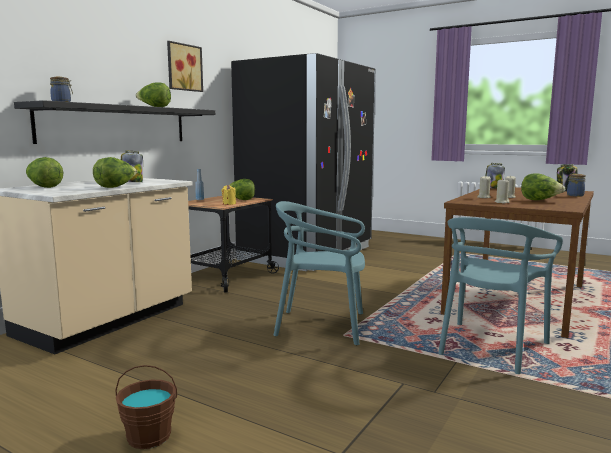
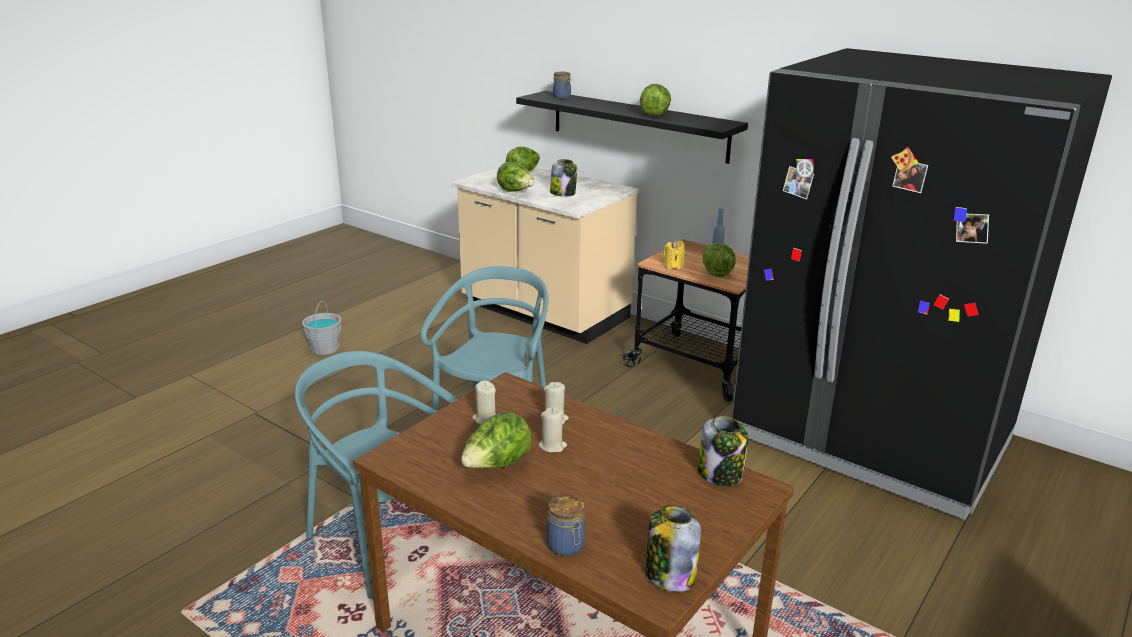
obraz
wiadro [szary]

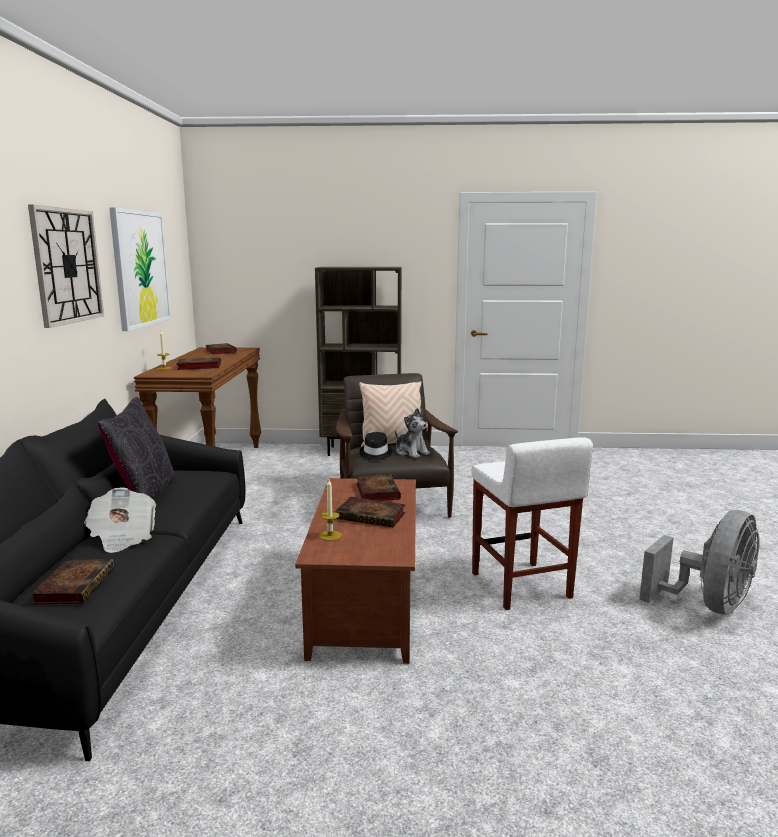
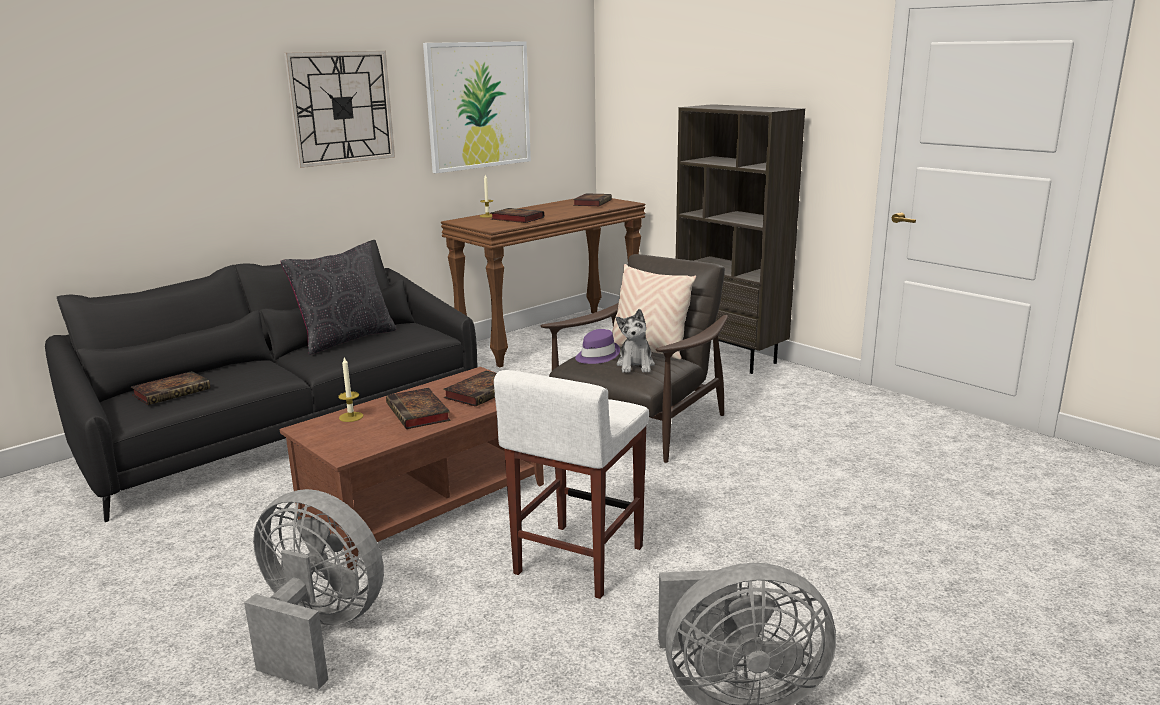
kapelusz [fioletowy]
gazeta
wentylator [szary] (no. 1 from left)

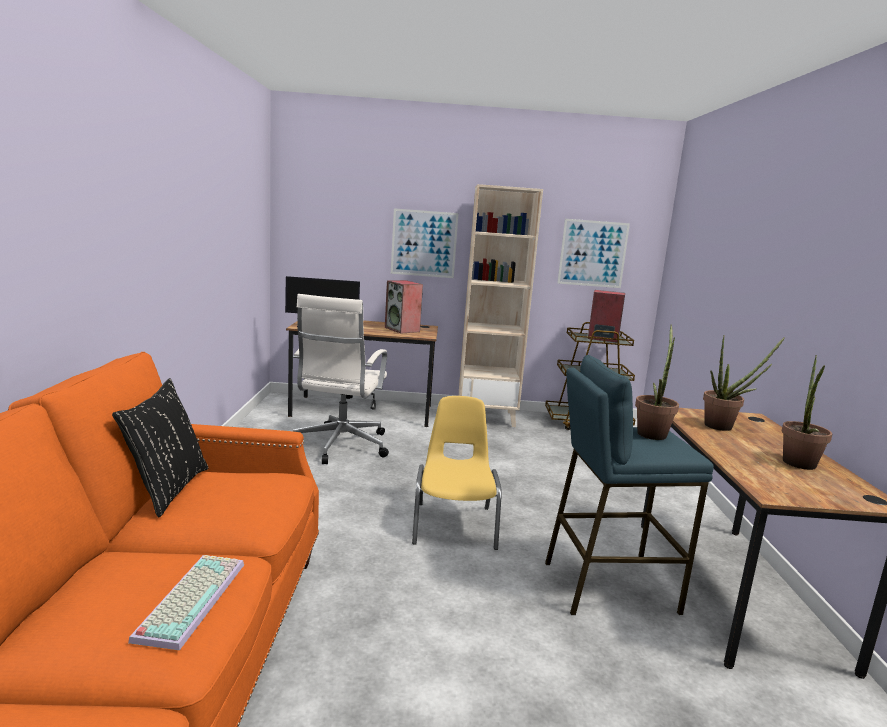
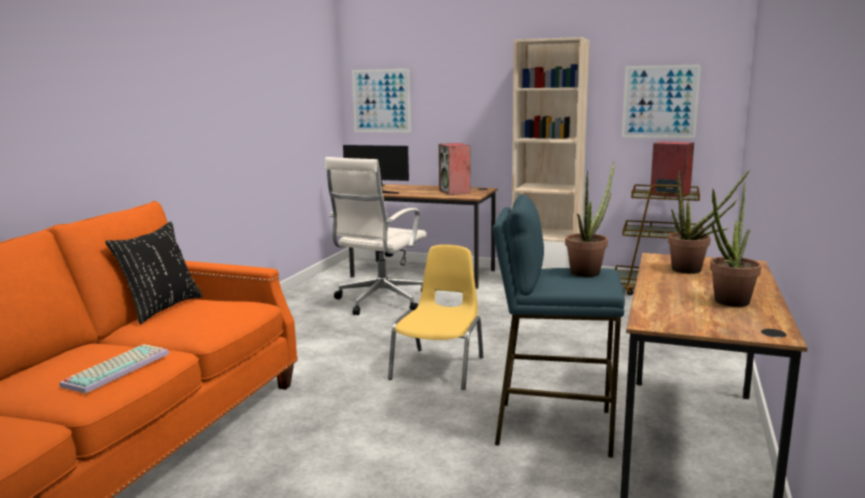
obraz (no. 1 from left)

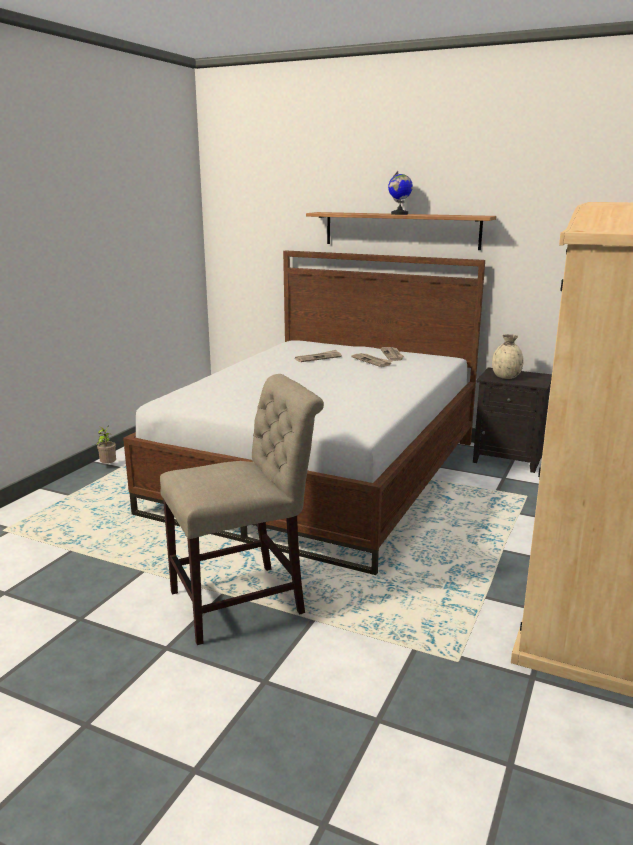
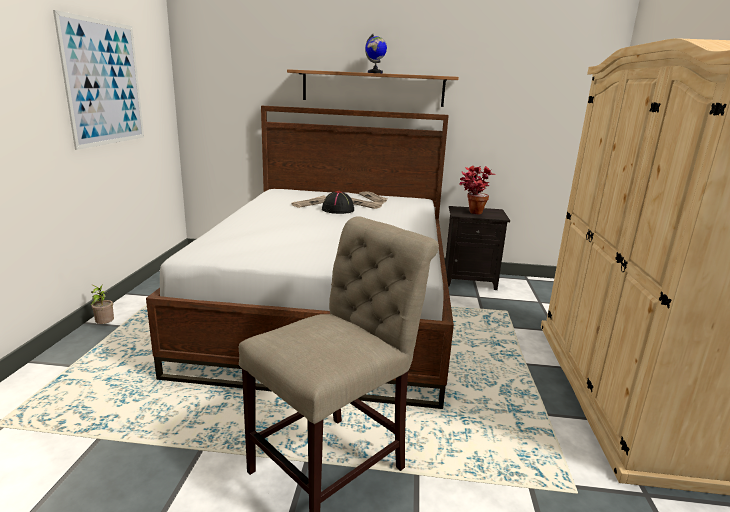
roślina doniczkowa (no. 2 from left)
obraz
kapelusz [czarny]

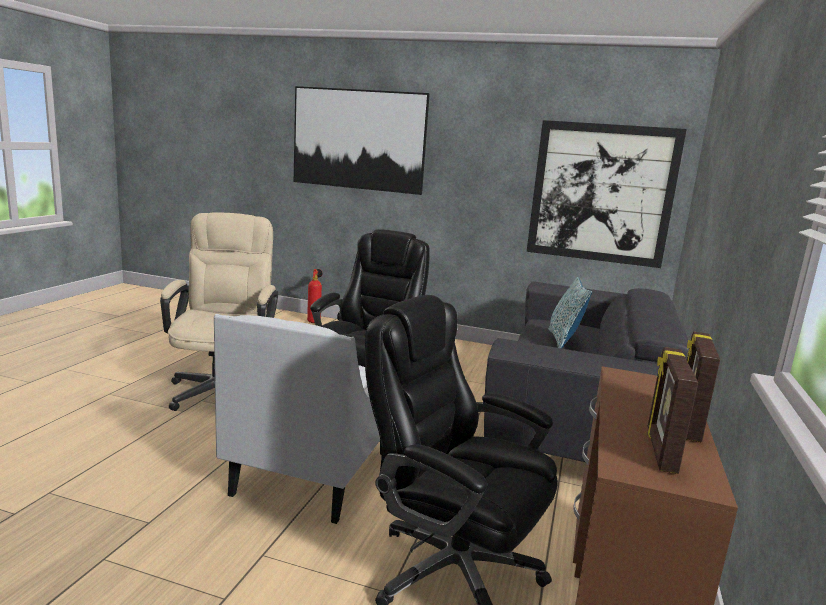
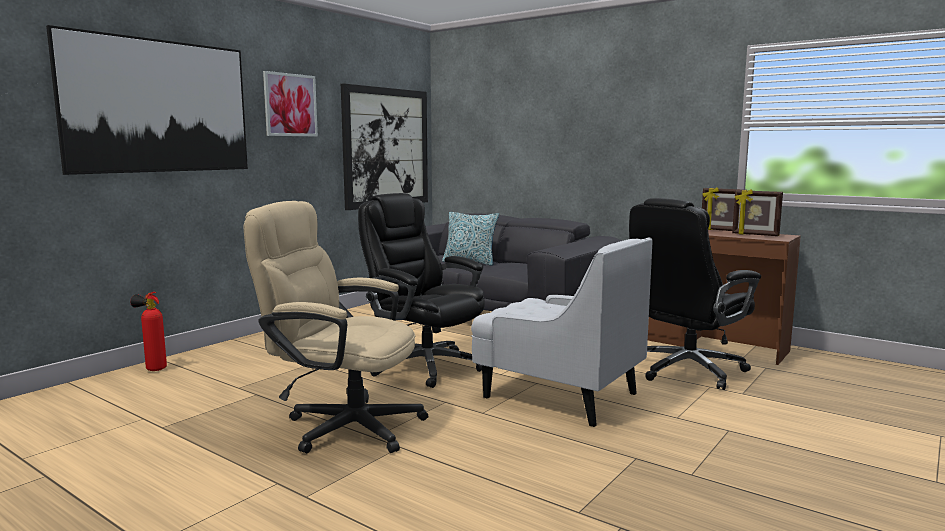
obraz (no. 2 from left)

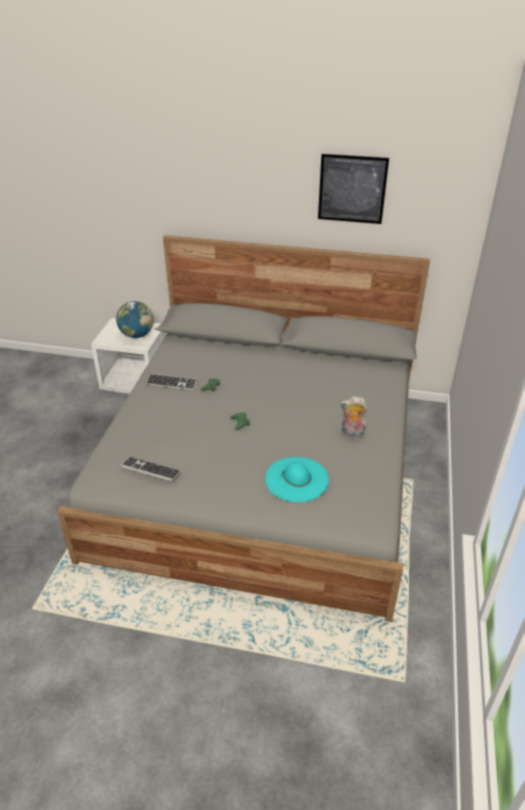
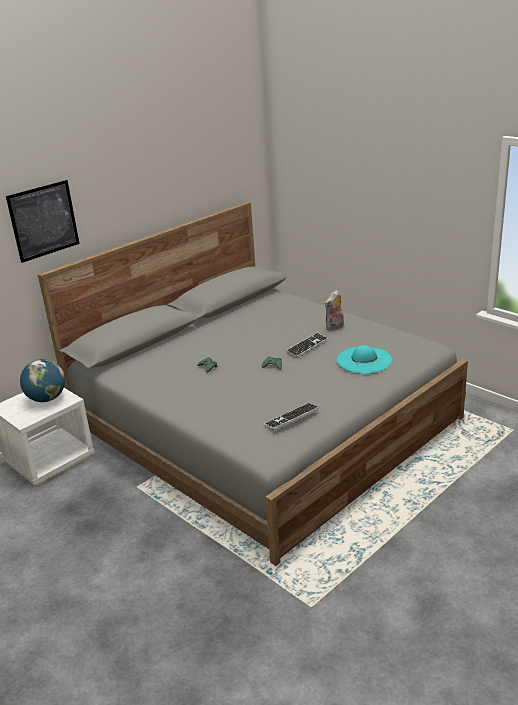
obraz
klawiatura (no. 2 from left)

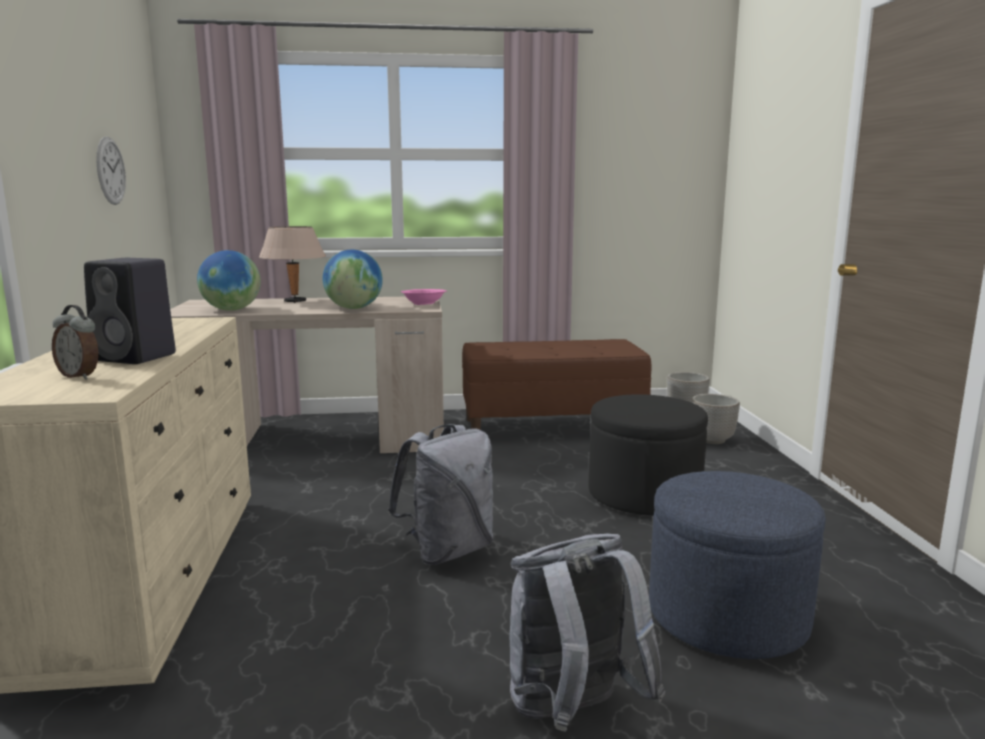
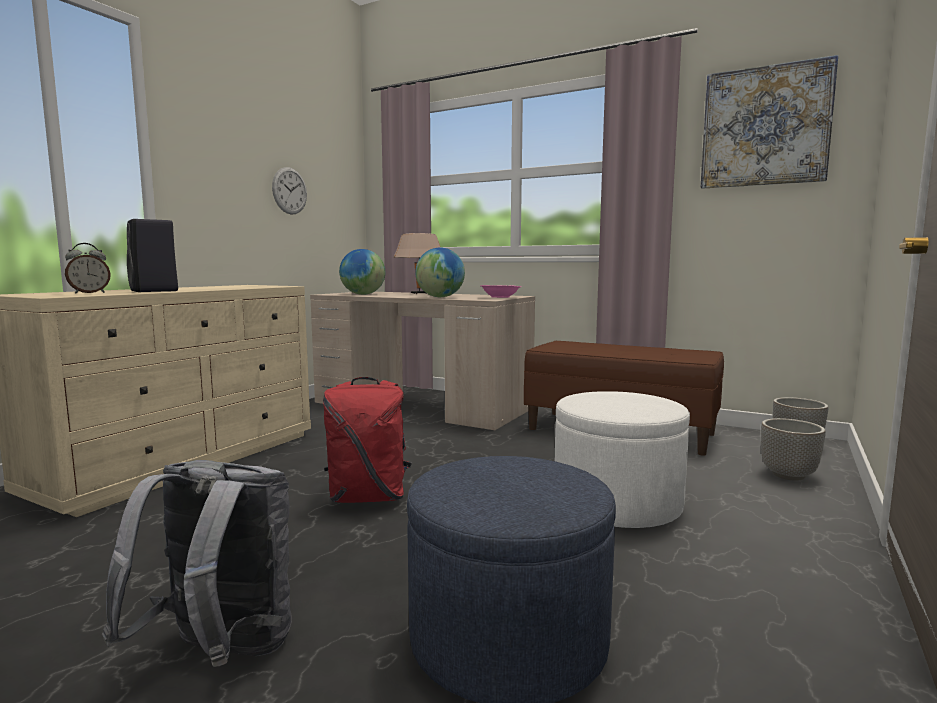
budzik
pufa [biały]
plecak [czerwony]
obraz

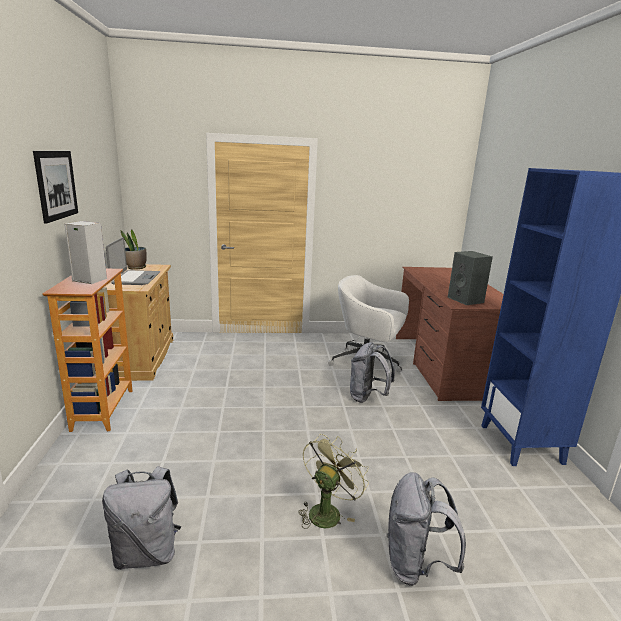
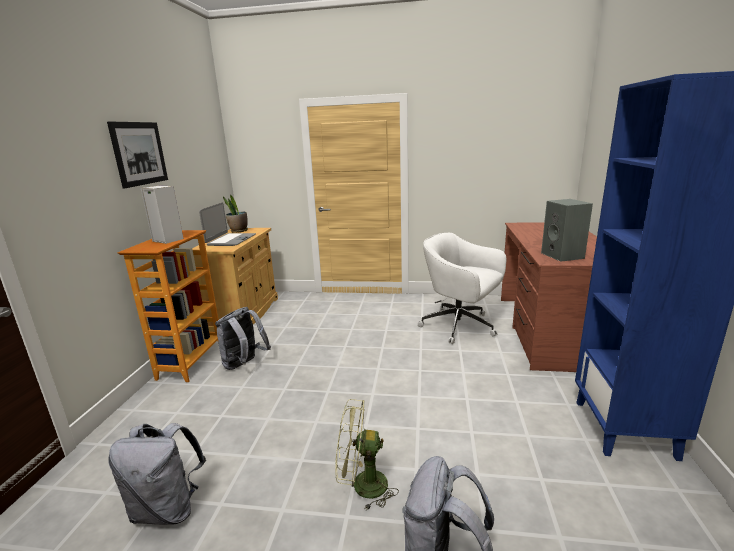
plecak [szary] (no. 2 from left)
wentylator [zielony]

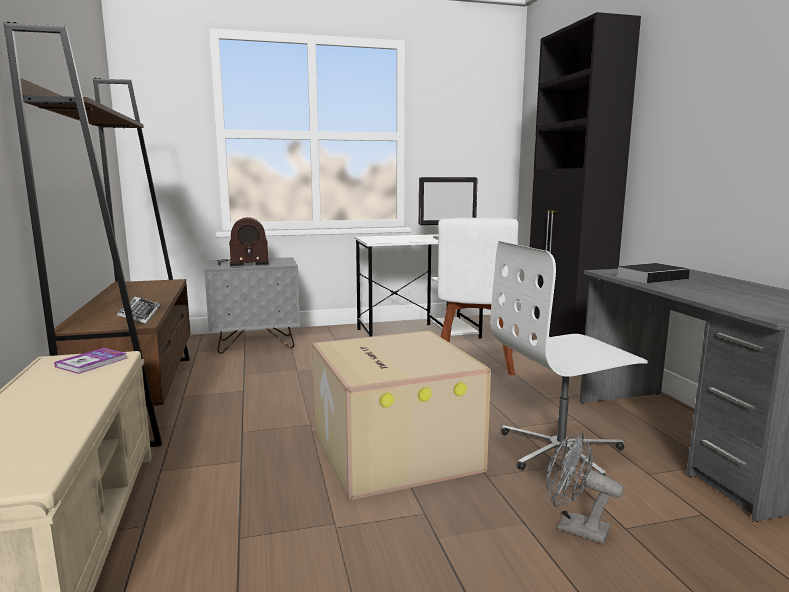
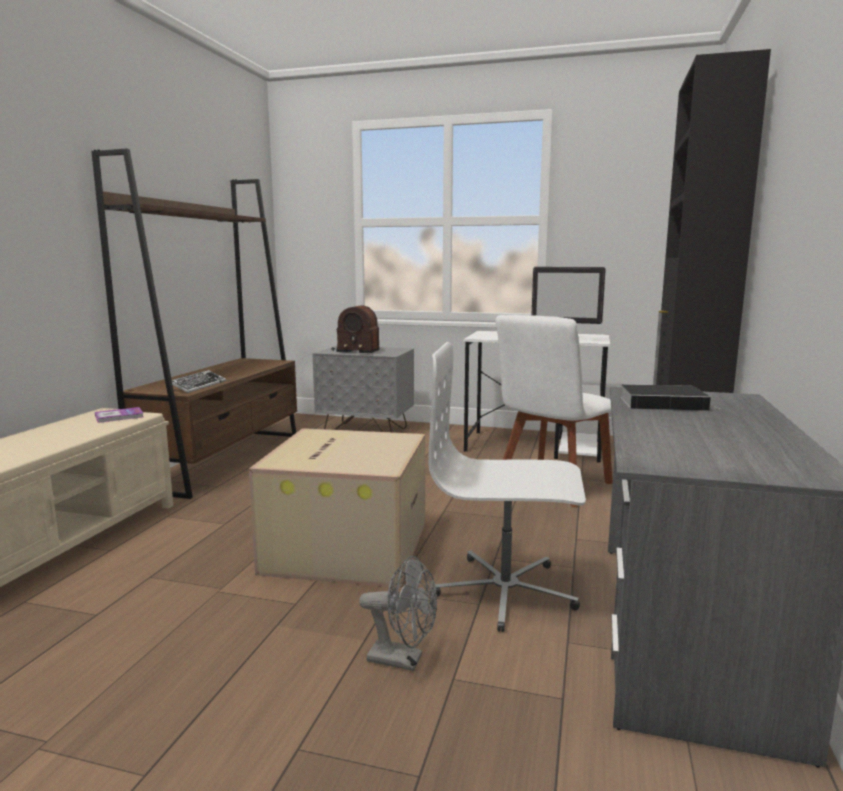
wentylator [szary]

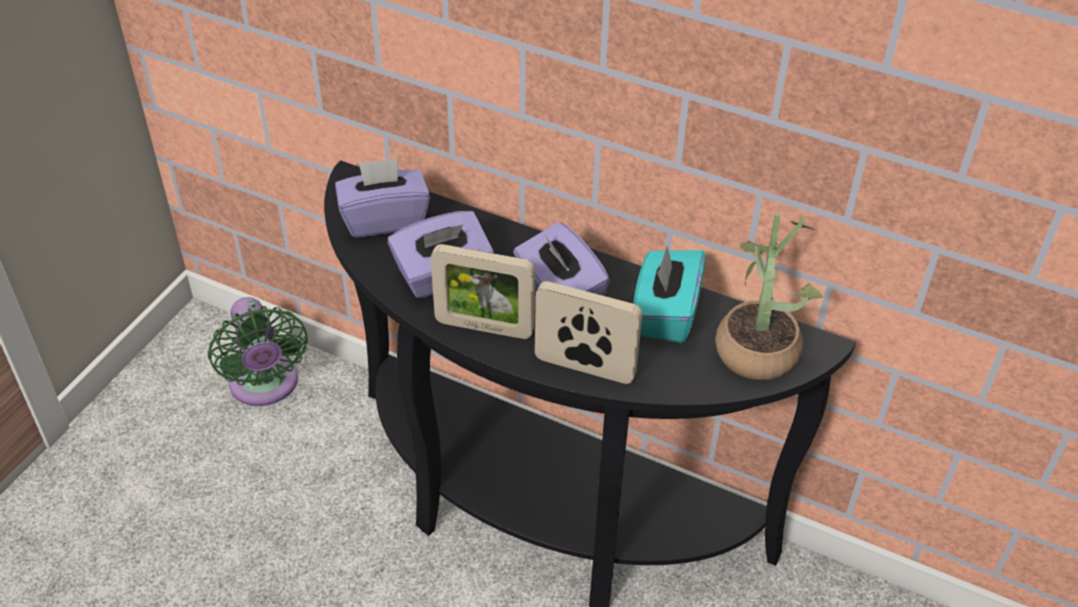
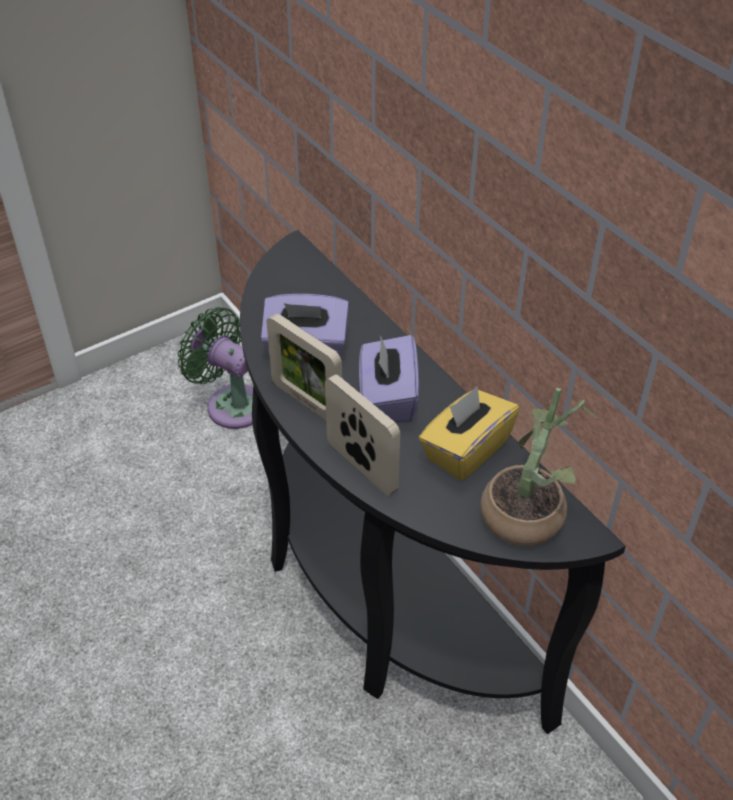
pudełko chusteczek [fioletowy] (no. 1 from left in the first image)
pudełko chusteczek [żółty]
wentylator [zielony]

